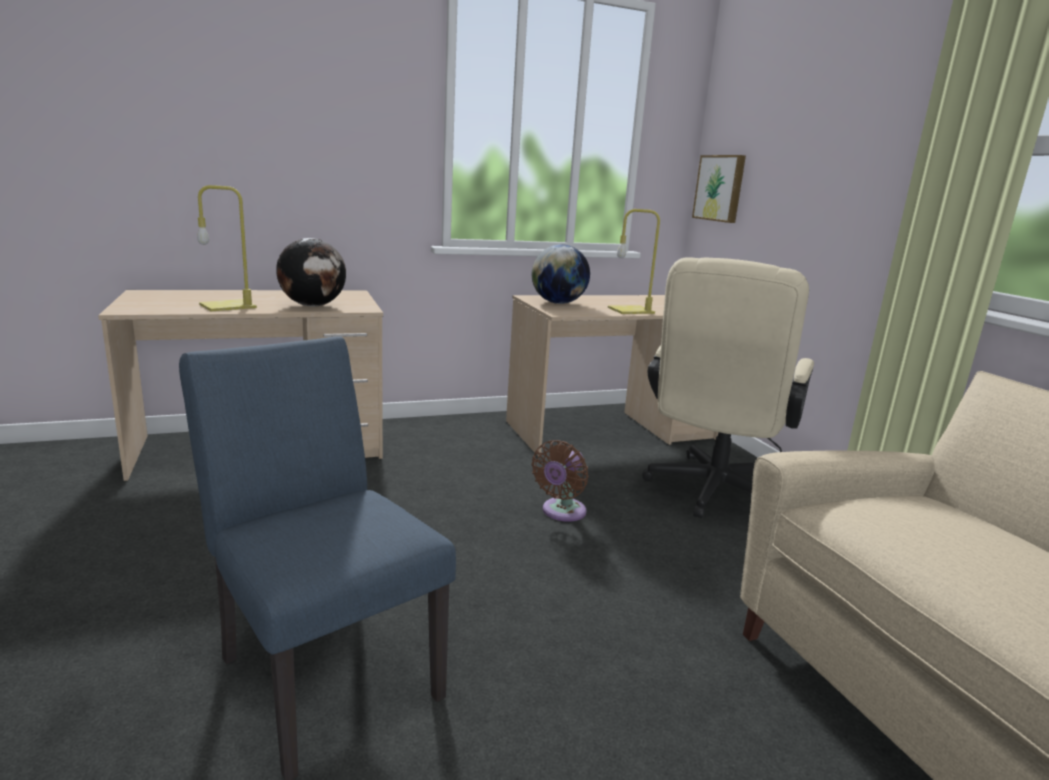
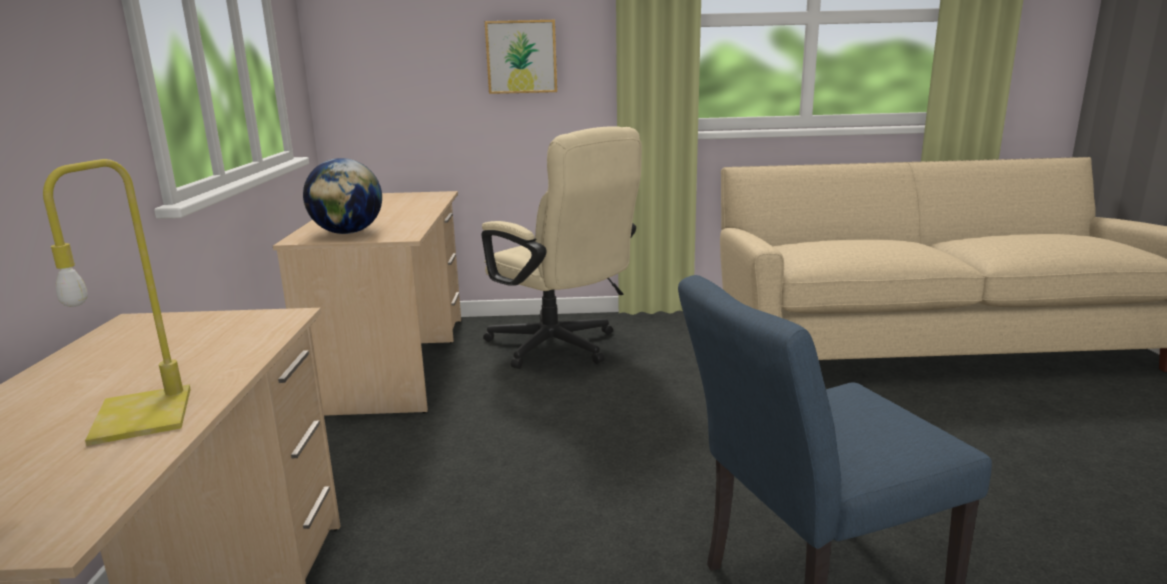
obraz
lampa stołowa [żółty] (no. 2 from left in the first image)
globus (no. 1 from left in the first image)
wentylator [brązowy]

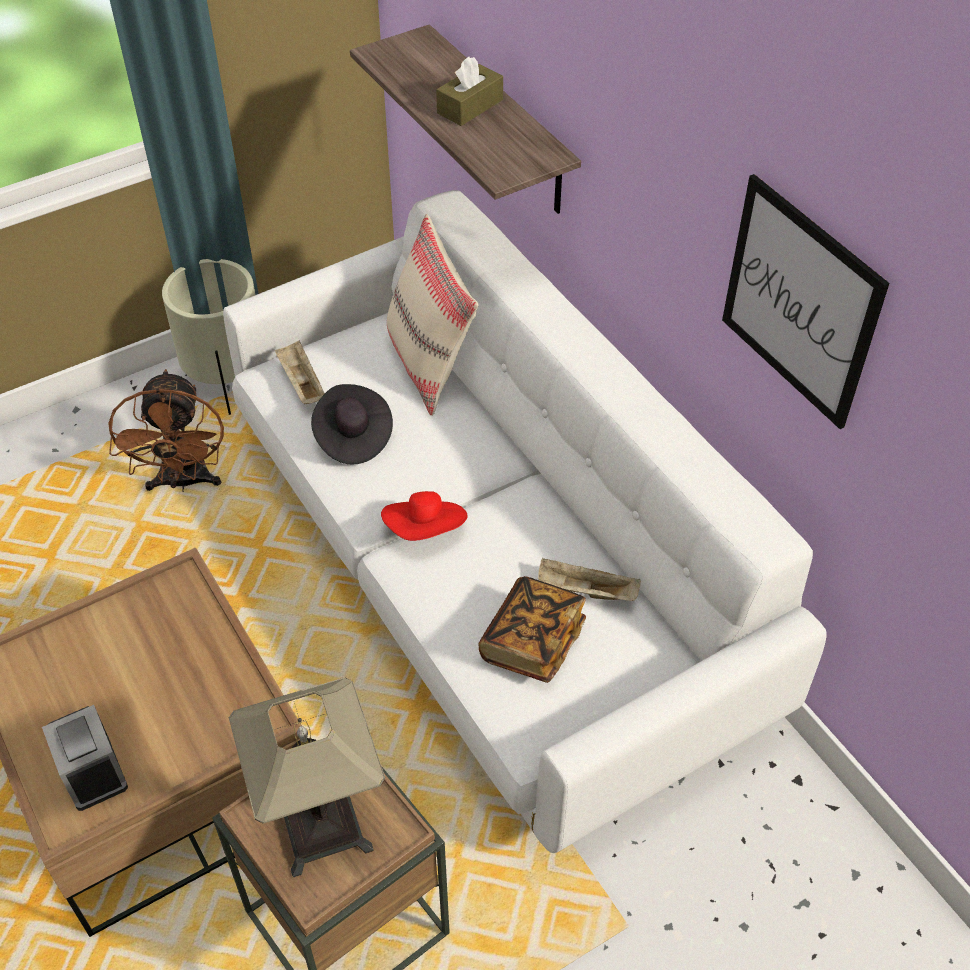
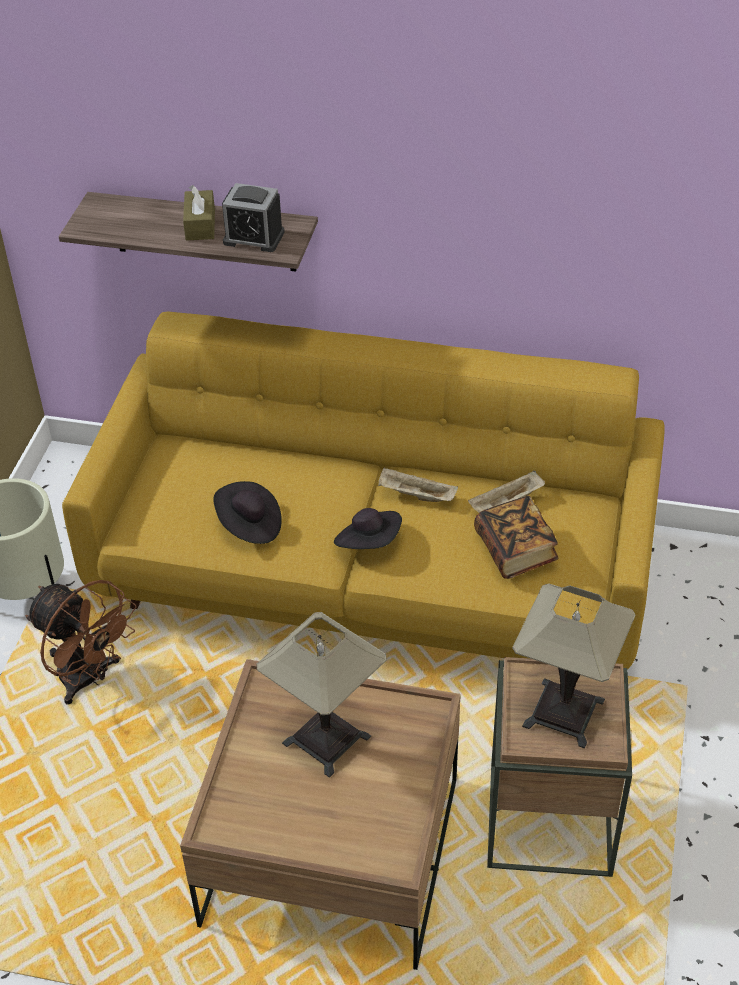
obraz
kanapa [żółty]
poduszka [beżowy]
taca [beżowy] (no. 1 from left)
kapelusz [czarny] (no. 2 from left)
budzik
lampa stołowa (no. 1 from left)

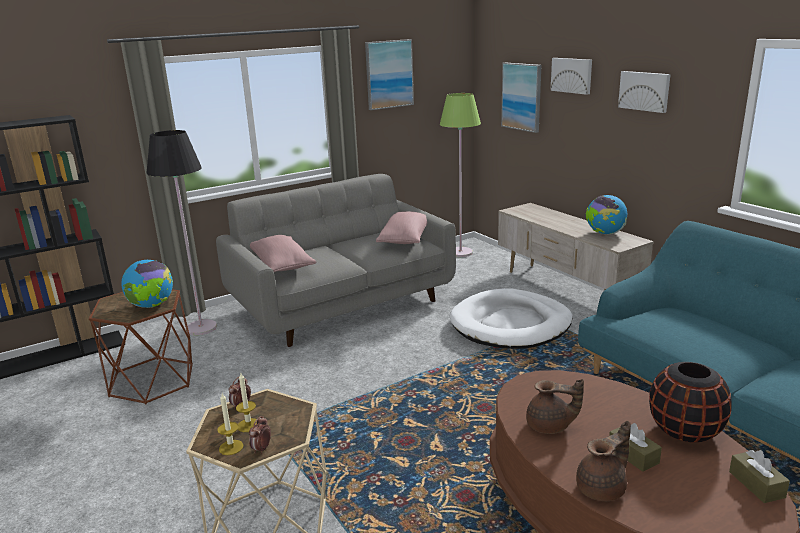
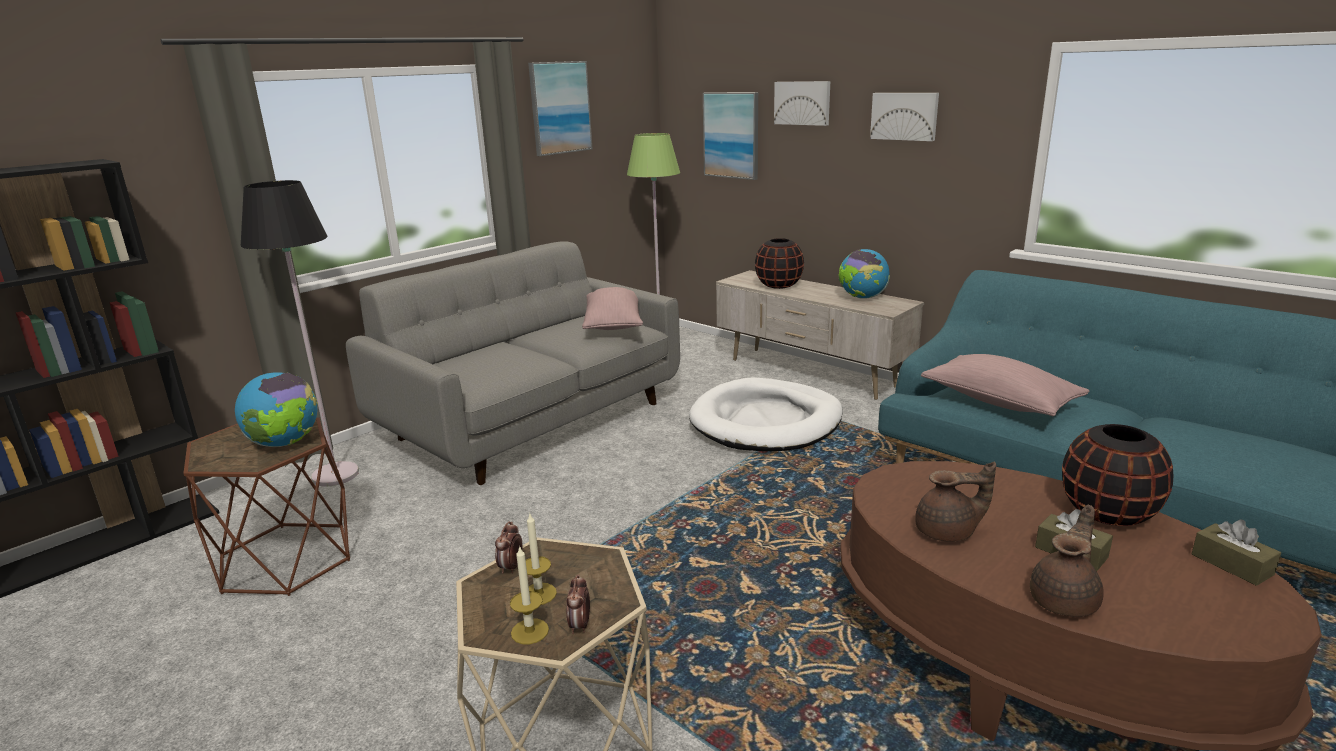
poduszka [różowy] (no. 2 from left)
wazon [czarny] (no. 1 from left)

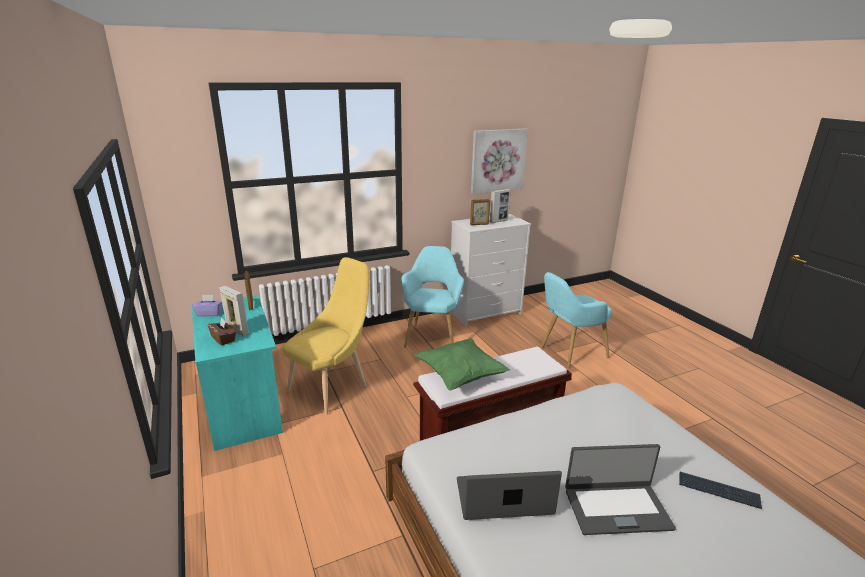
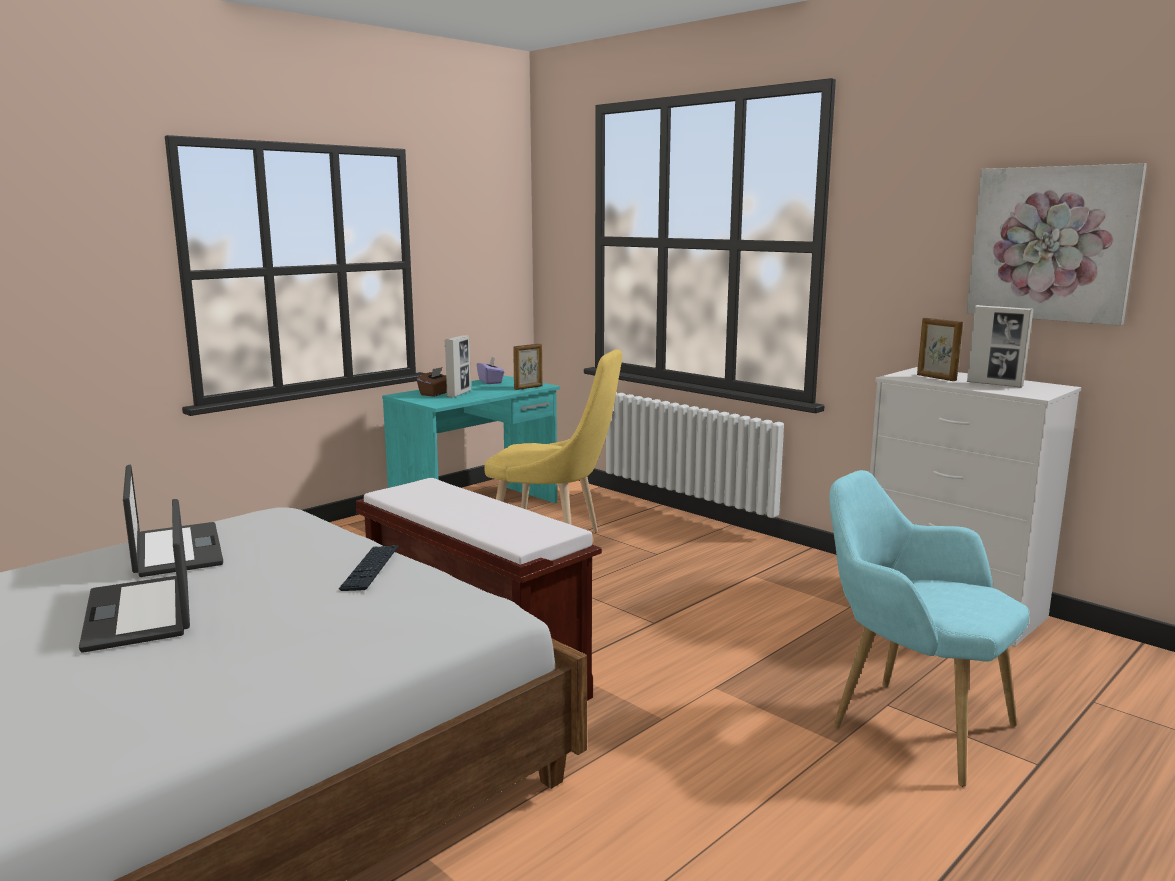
fotel [turkusowy] (no. 1 from left in the first image)
poduszka [zielony]
klawiatura

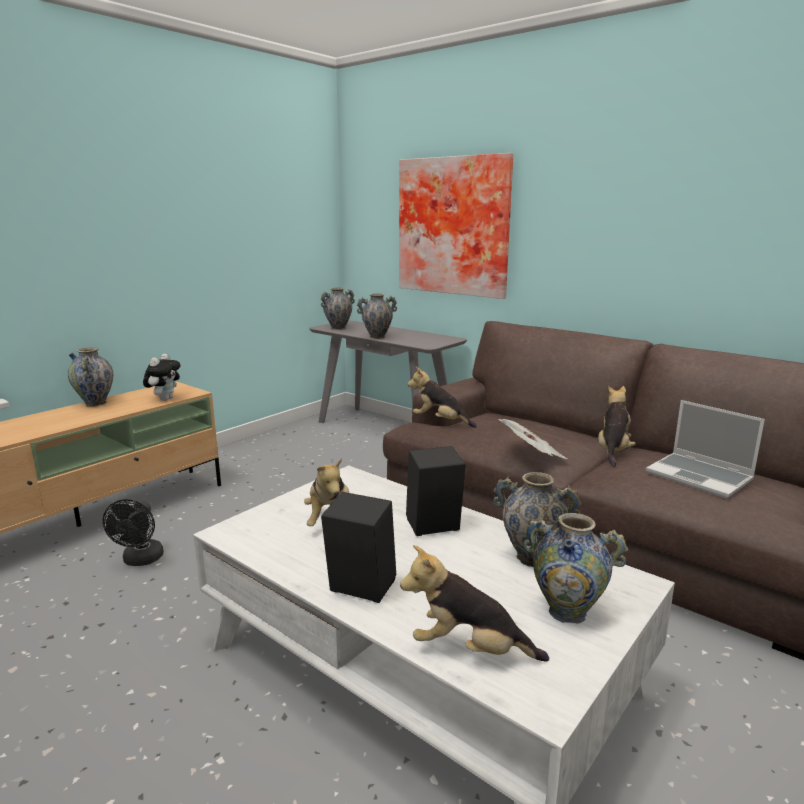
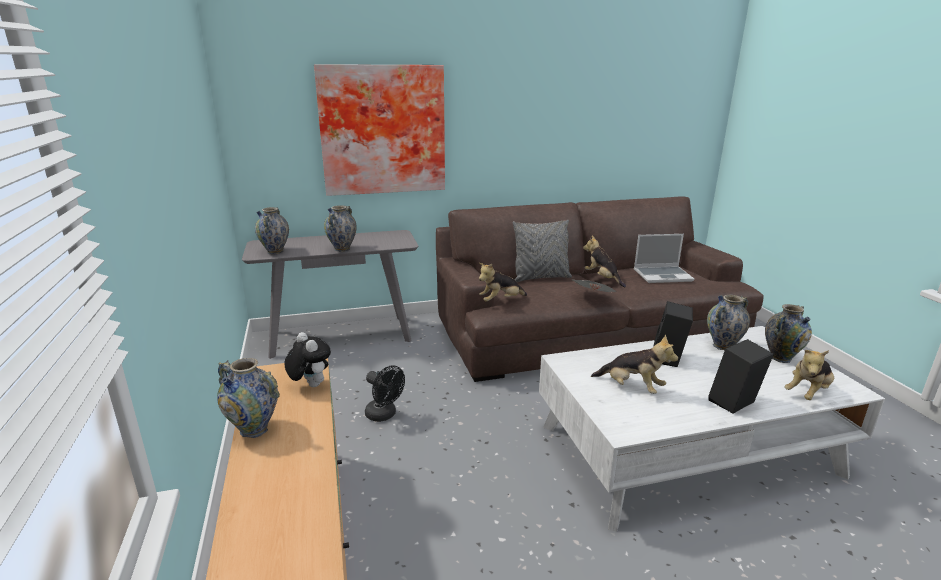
wentylator [czarny]
poduszka [szary]

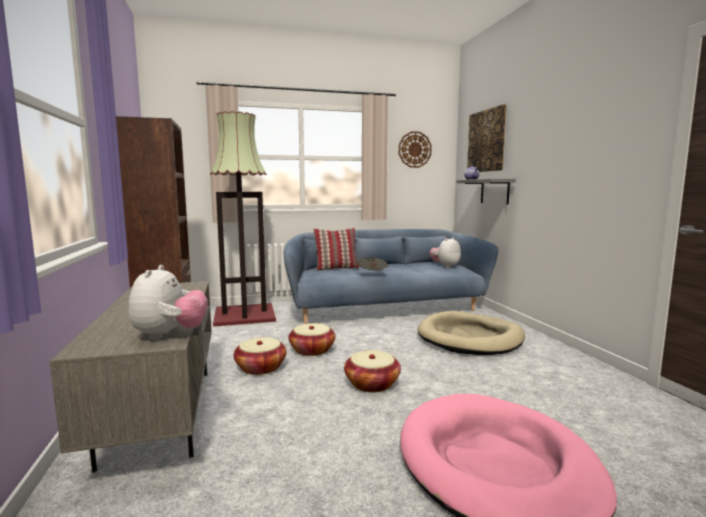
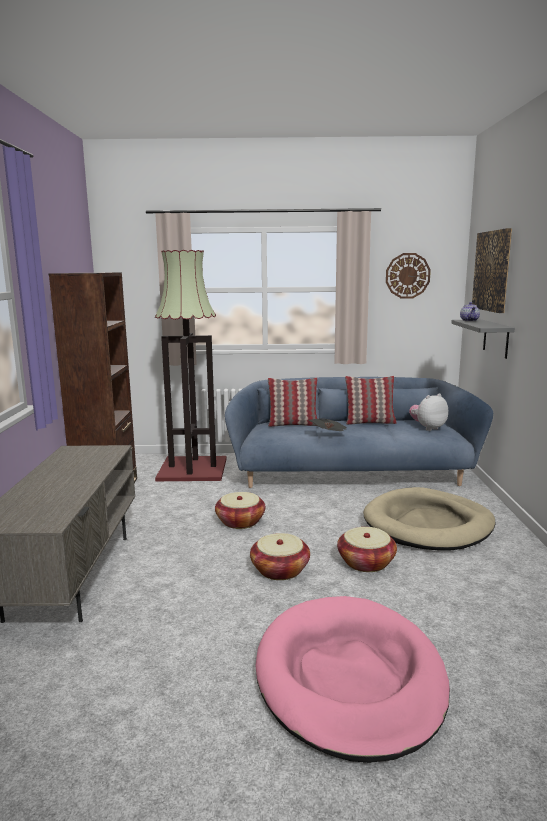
pluszak (no. 1 from left in the first image)
koszyk (no. 3 from left)
poduszka (no. 2 from left)

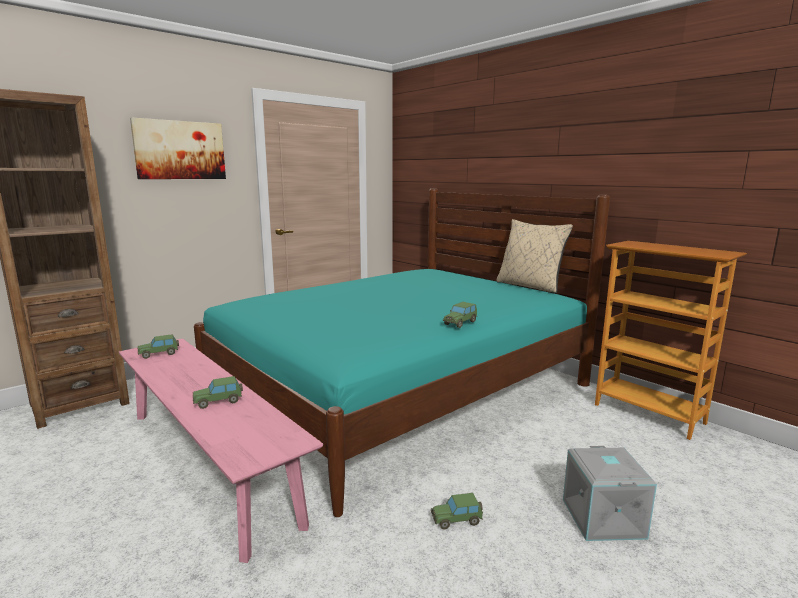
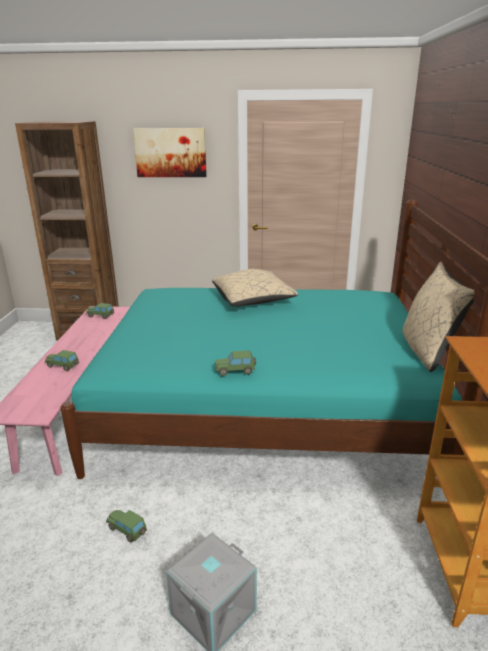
poduszka [beżowy] (no. 1 from left)

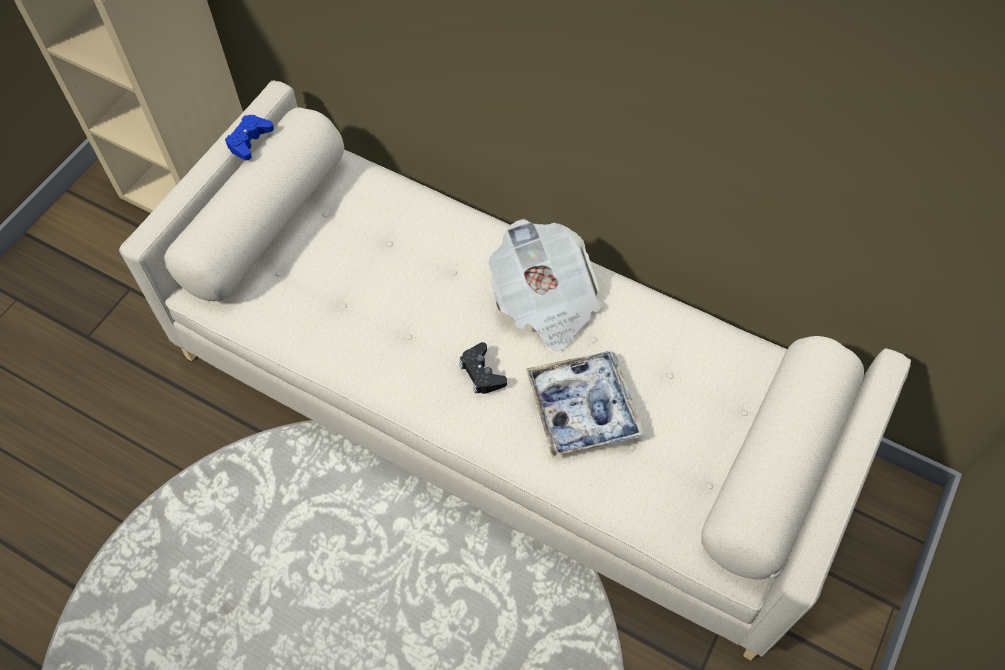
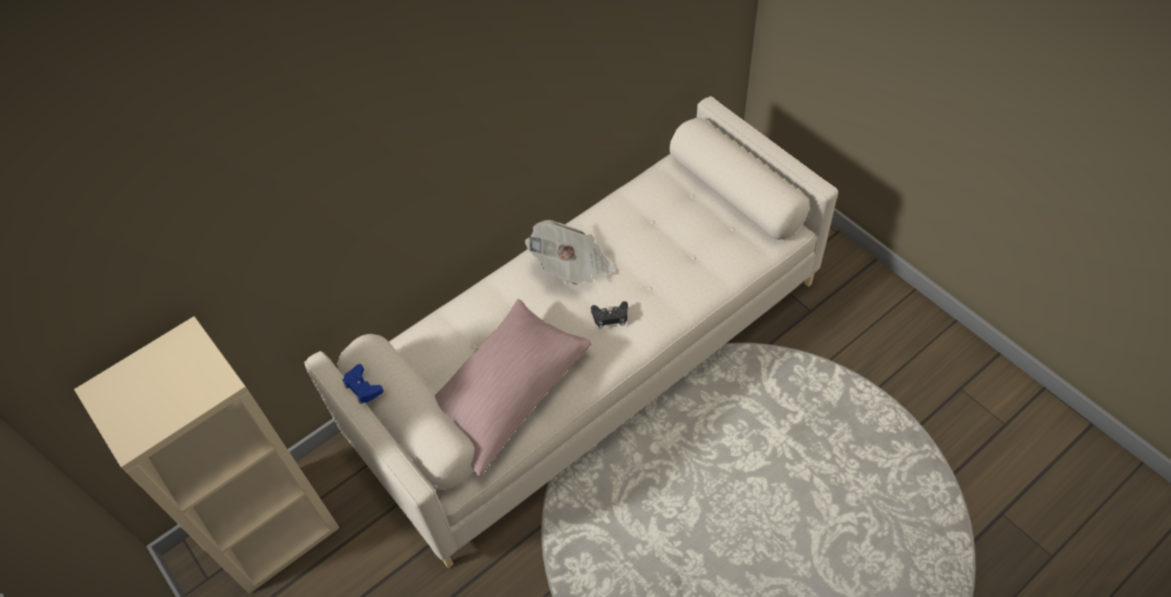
taca
poduszka [różowy]

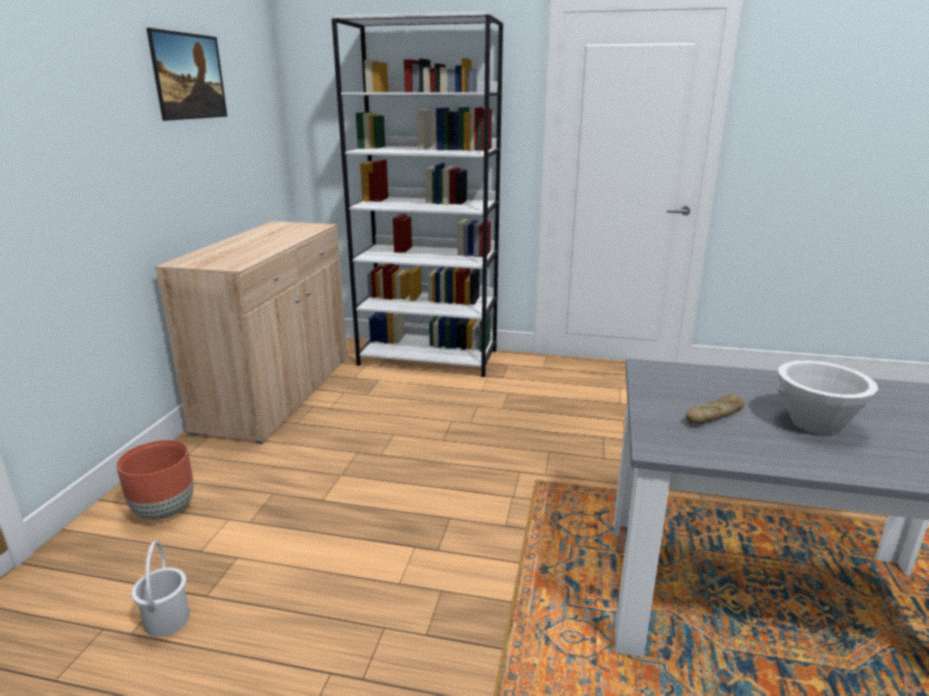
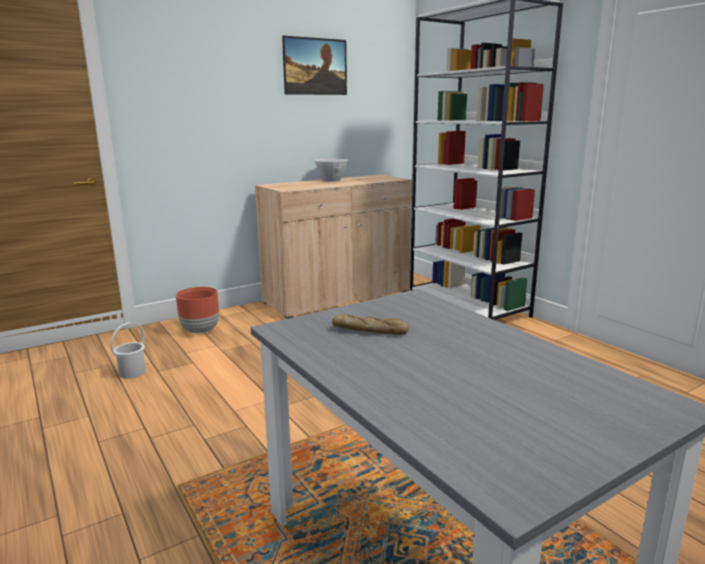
miska [biały]

